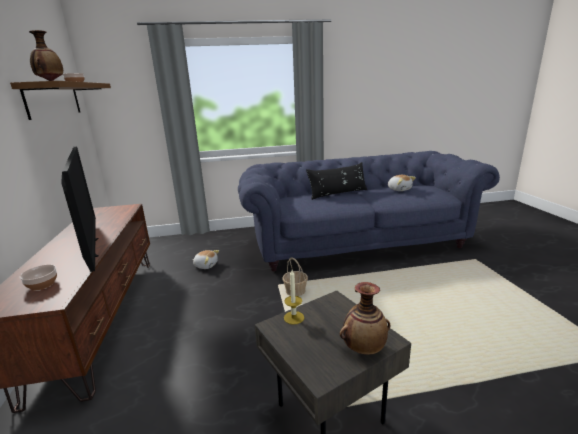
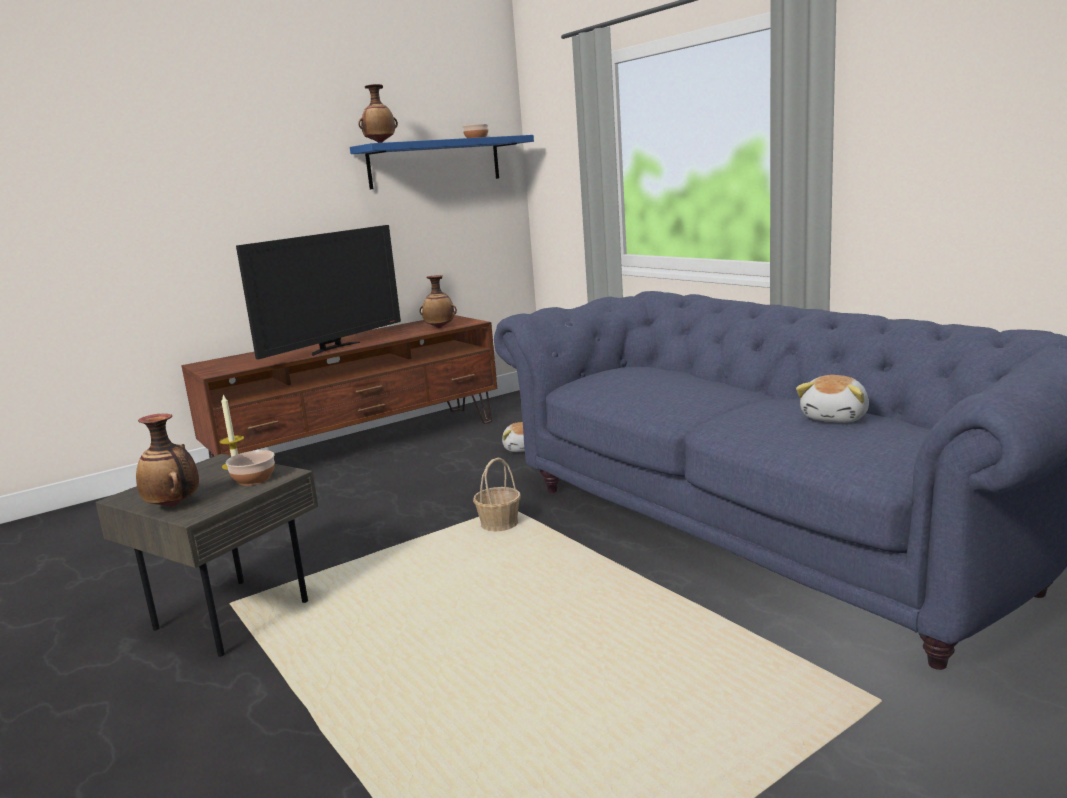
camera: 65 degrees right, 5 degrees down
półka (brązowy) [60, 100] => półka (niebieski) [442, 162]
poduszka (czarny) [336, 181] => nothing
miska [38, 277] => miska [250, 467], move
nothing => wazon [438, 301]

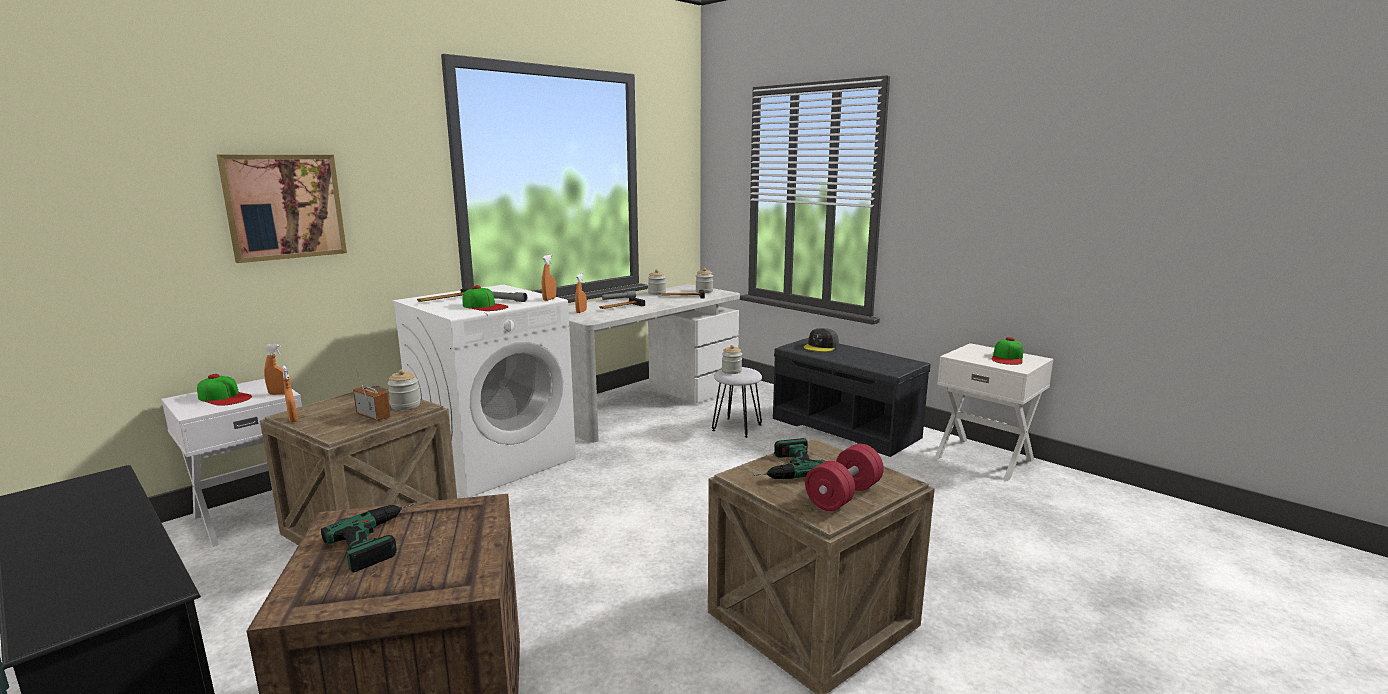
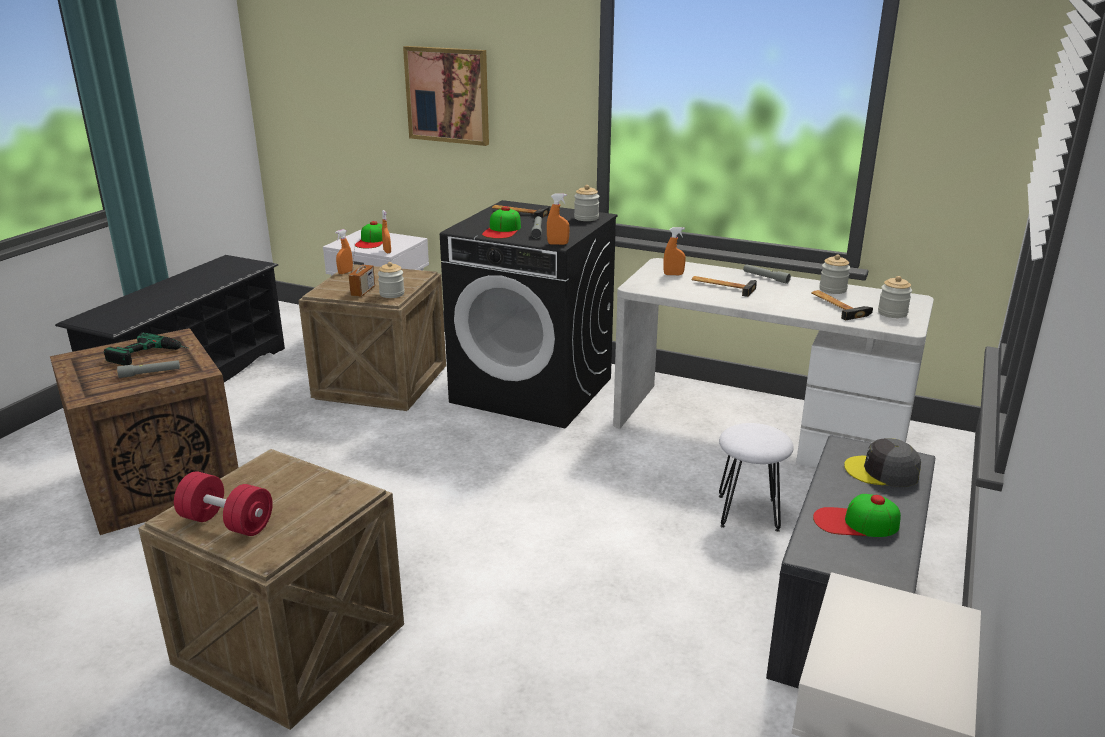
camera: 70 degrees right, 10 degrees up
pralka (biały) [484, 391] => pralka (czarny) [529, 314]
czapka z daszkiem [1007, 351] => czapka z daszkiem [857, 515], move
słoik [732, 359] => słoik [586, 203], move
wiertarka [789, 458] => nothing
nothing => latarka (szary) [148, 369]

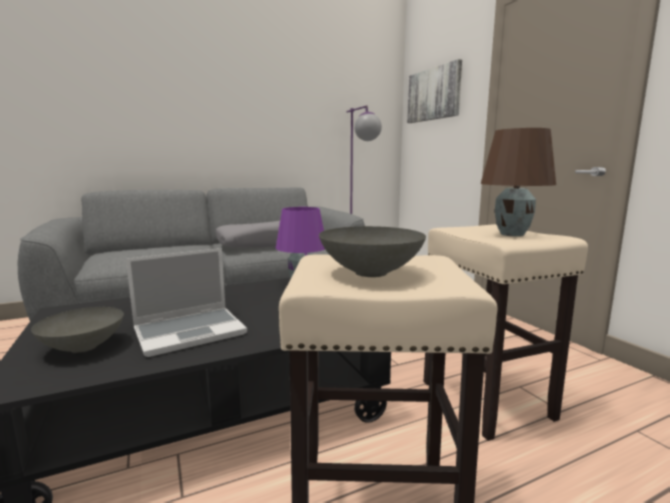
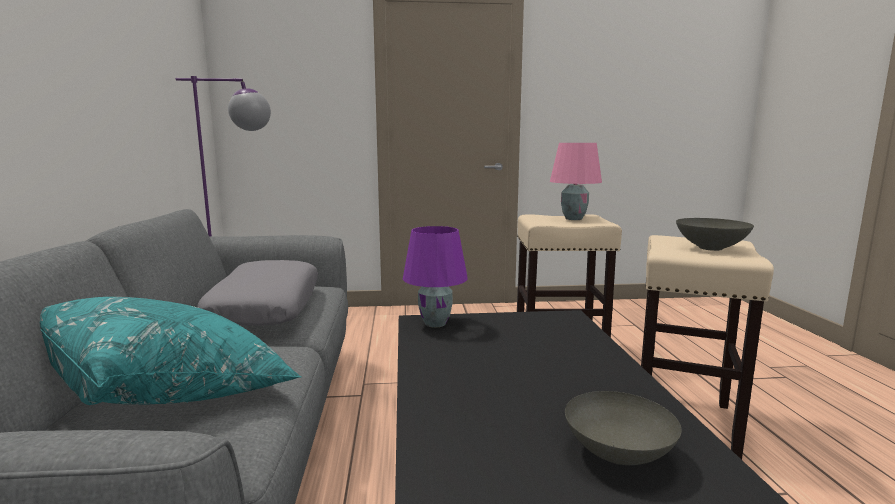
camera: 70 degrees left, 0 degrees up
obraz [434, 91] => nothing
lampa stołowa (brązowy) [518, 182] => lampa stołowa (różowy) [576, 181]
laptop [186, 302] => nothing
nothing => poduszka (turkusowy) [170, 351]

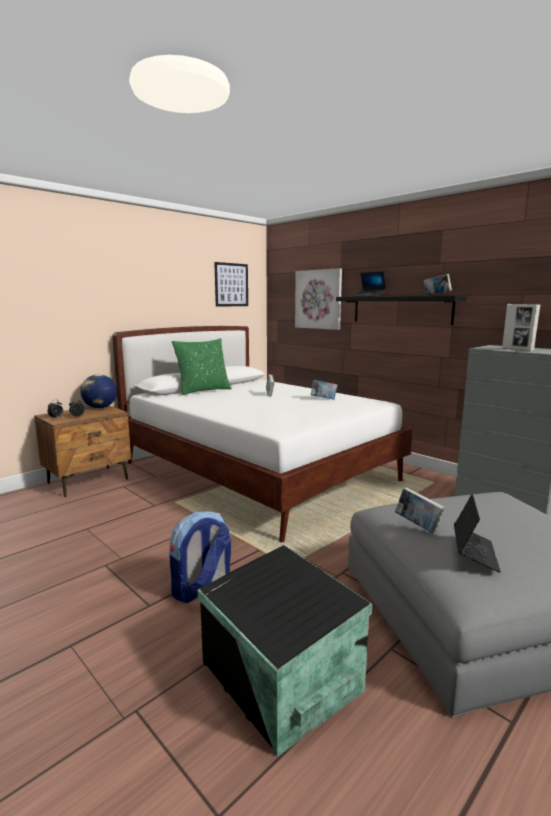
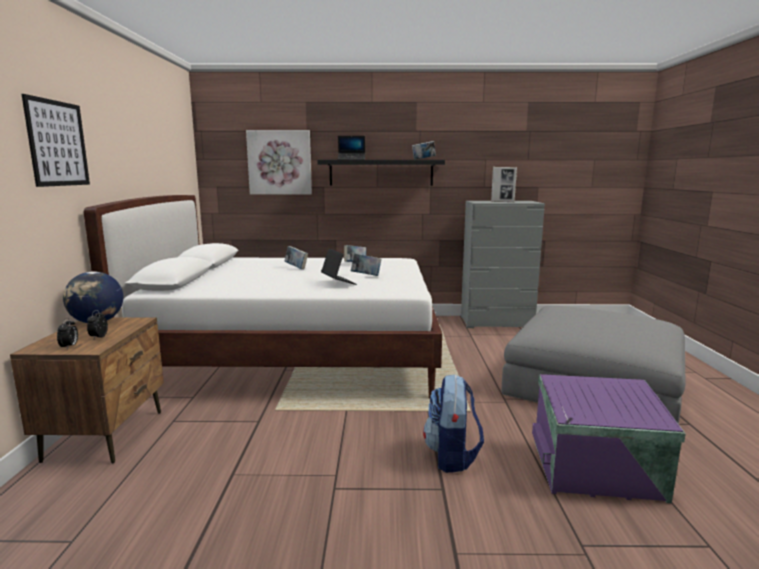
camera: 45 degrees left, 0 degrees up
obraz [231, 284] => obraz [56, 140], move
poduszka (zielony) [202, 366] => nothing
książka [420, 510] => książka [366, 264], move
laptop [477, 533] => laptop [339, 267], move
pojemnik do przechowywania (czarny) [284, 651] => pojemnik do przechowywania (fioletowy) [609, 439]

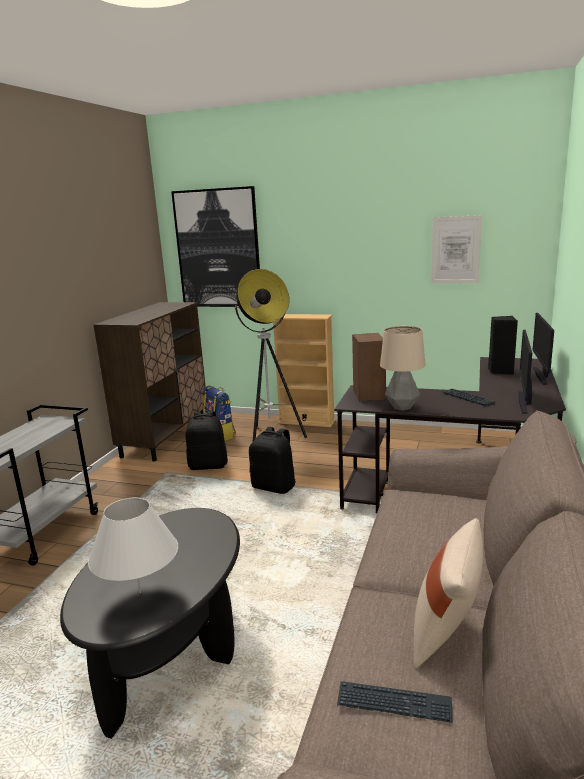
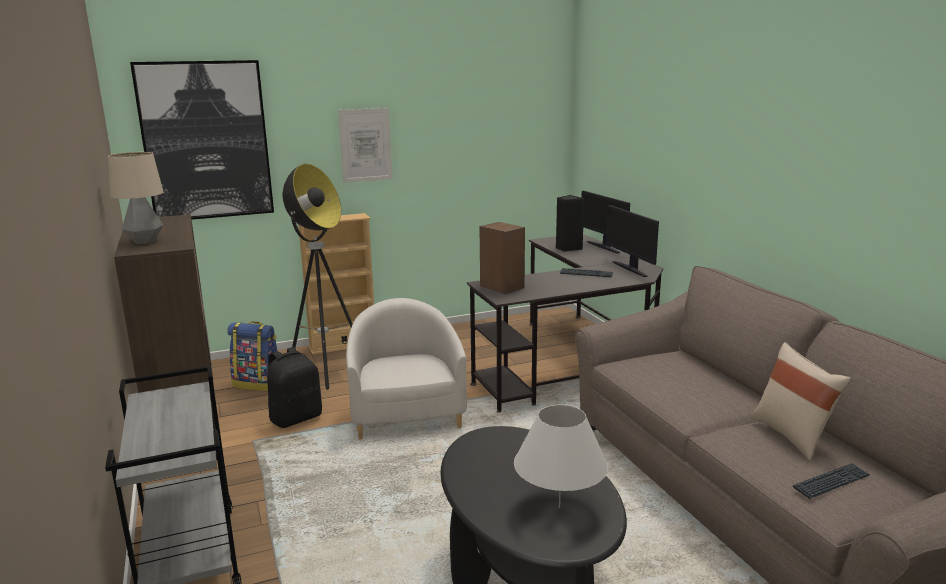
camera: 40 degrees left, 0 degrees up
obraz [456, 249] => obraz [365, 145], move
lampa stołowa [403, 368] => lampa stołowa [135, 198], move
plecak (czarny) [272, 460] => fotel (biały) [406, 368]

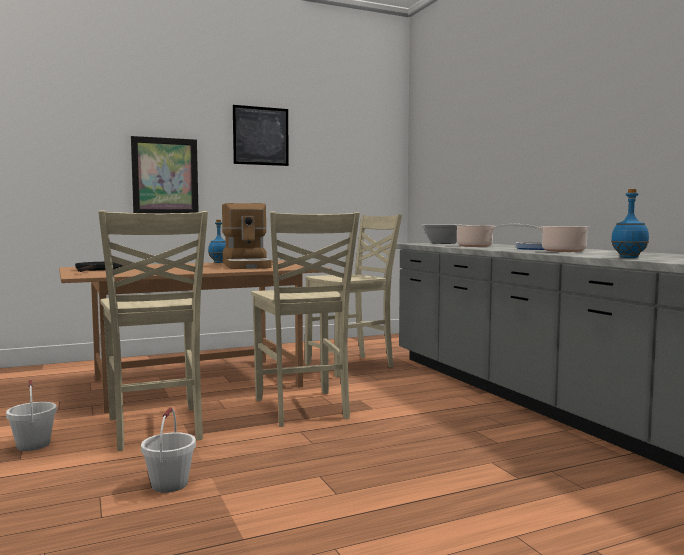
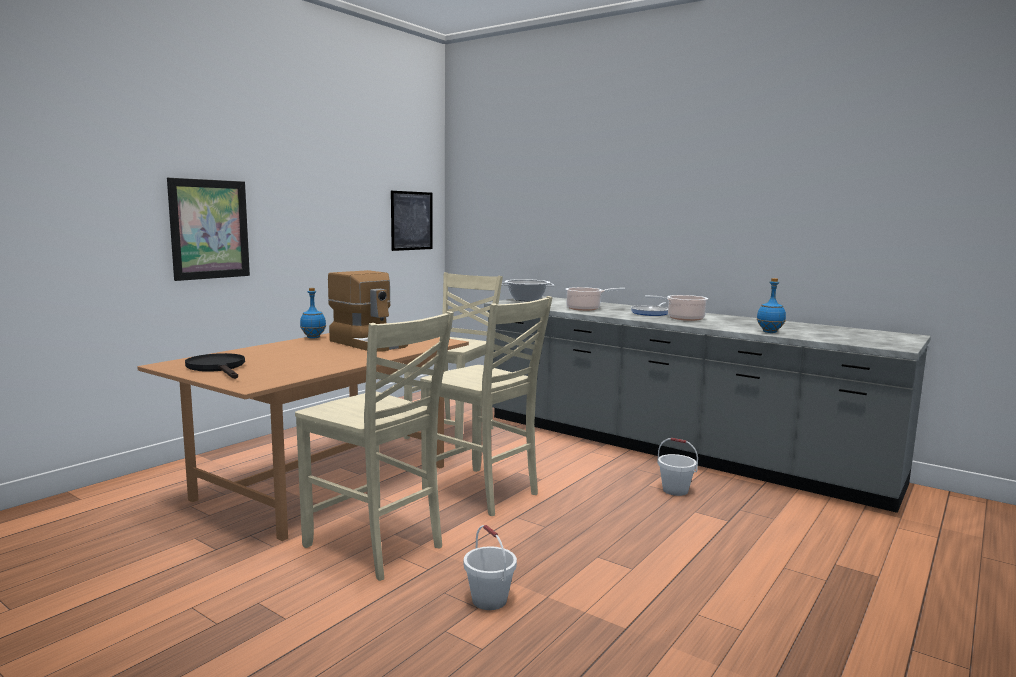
camera: 30 degrees left, 5 degrees up
obraz [261, 135] => obraz [412, 221], move
wiadro (biały) [31, 415] => wiadro (biały) [677, 467], move

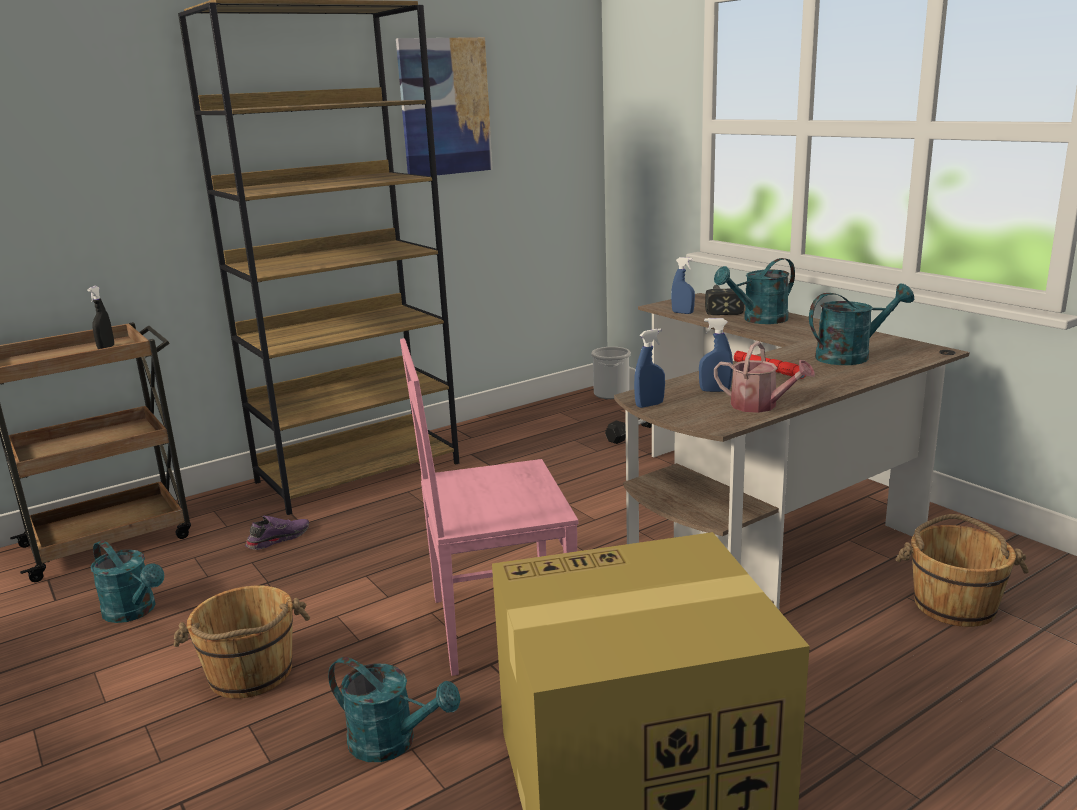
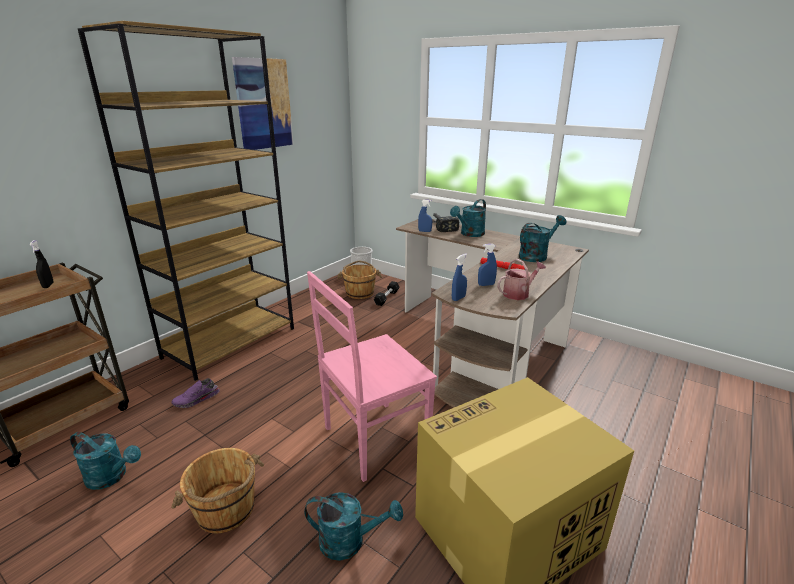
camera: 20 degrees left, 5 degrees up
konewka [764, 377] => konewka [521, 279], 45 degrees counterclockwise
wiadro (brązowy) [962, 570] => wiadro (brązowy) [359, 280], move
but (fioletowy) [277, 533] => but (fioletowy) [195, 393], 150 degrees counterclockwise

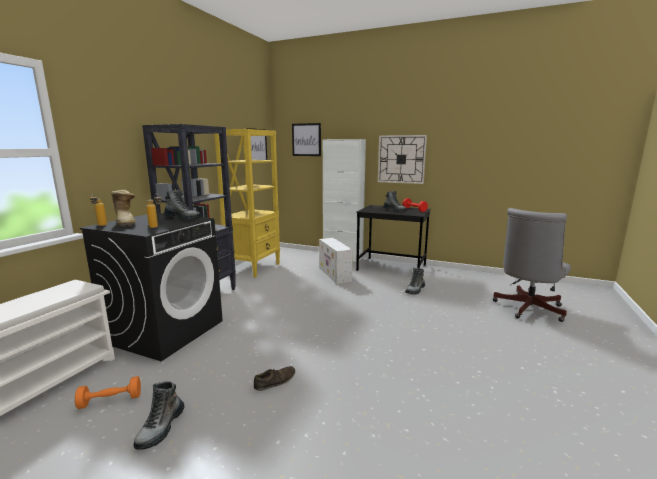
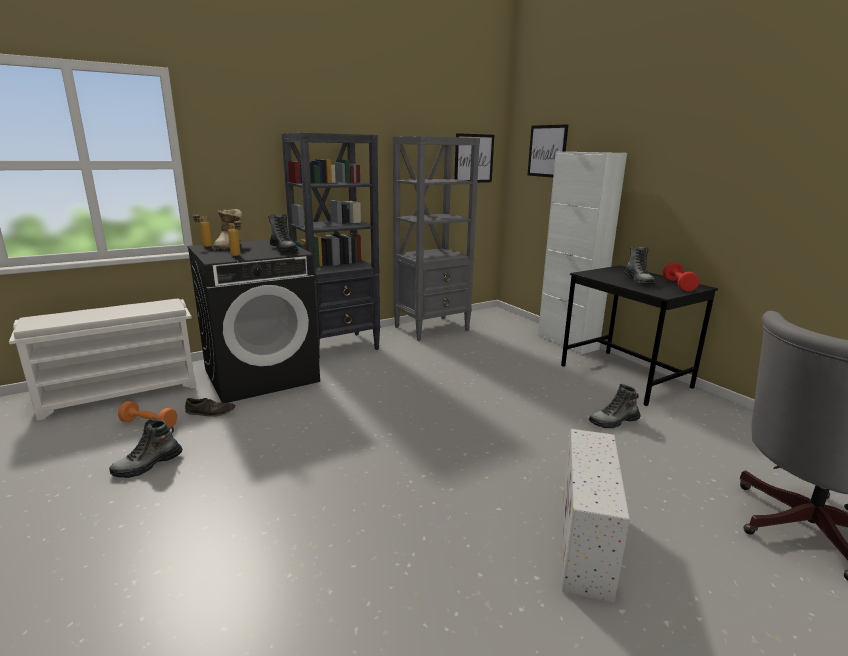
camera: 35 degrees right, 5 degrees up
regał (żółty) [247, 203] => regał (szary) [436, 238]
zegar ścienny [402, 159] => nothing
pojemnik do przechowywania (biały) [336, 261] => pojemnik do przechowywania (biały) [596, 516], move
but (brązowy) [274, 378] => but (brązowy) [210, 407], move

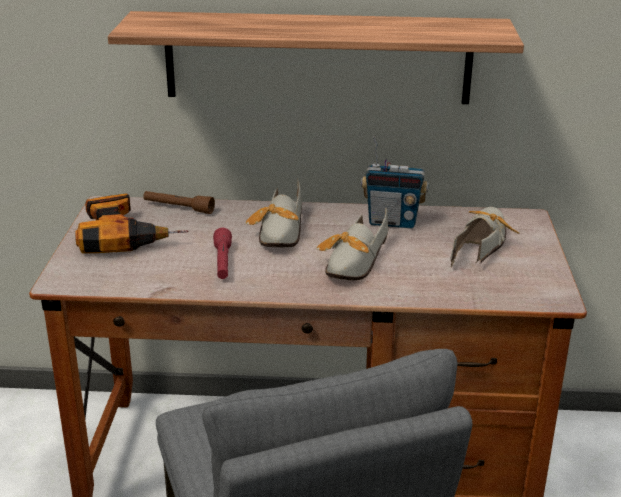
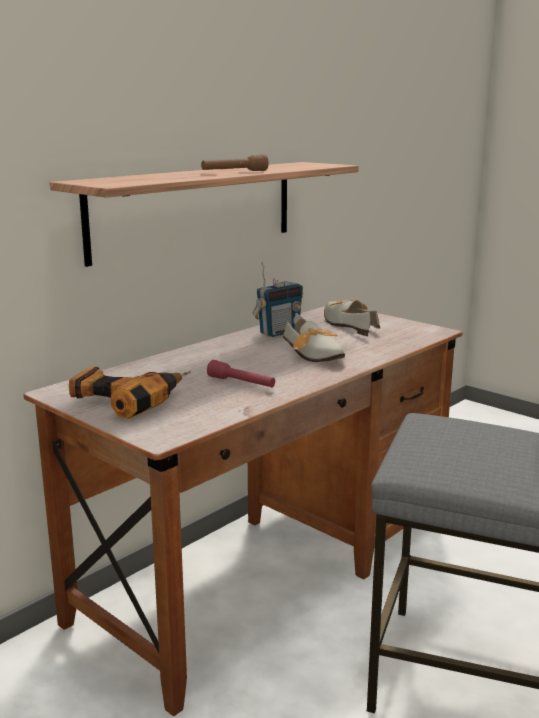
camera: 50 degrees left, 10 degrees down
but [274, 212] => nothing
latarka (brązowy) [179, 202] => latarka (brązowy) [235, 162], move

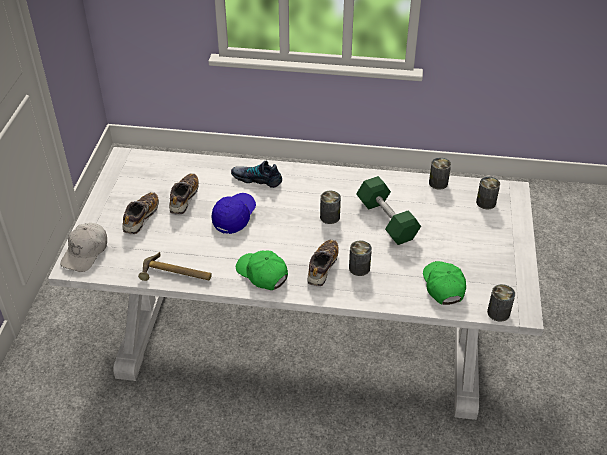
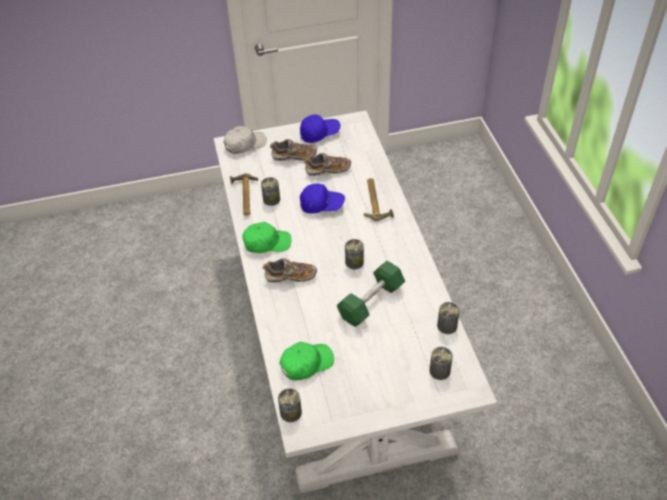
camera: 70 degrees right, 5 degrees up
but [256, 174] => młotek [379, 199]
czapka z daszkiem (biały) [83, 247] => czapka z daszkiem (biały) [245, 140], 150 degrees clockwise
puszka [360, 258] => puszka [270, 191], move
czapka z daszkiem (zielony) [262, 270] => czapka z daszkiem (zielony) [267, 237], 60 degrees clockwise
nothing => czapka z daszkiem (niebieski) [320, 128]

